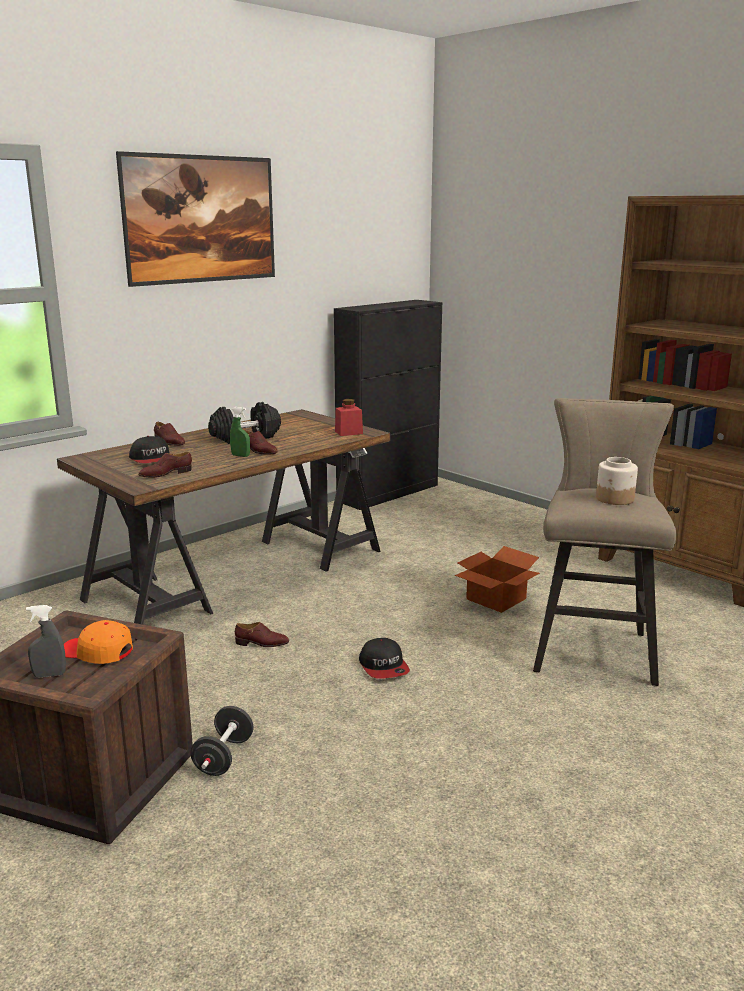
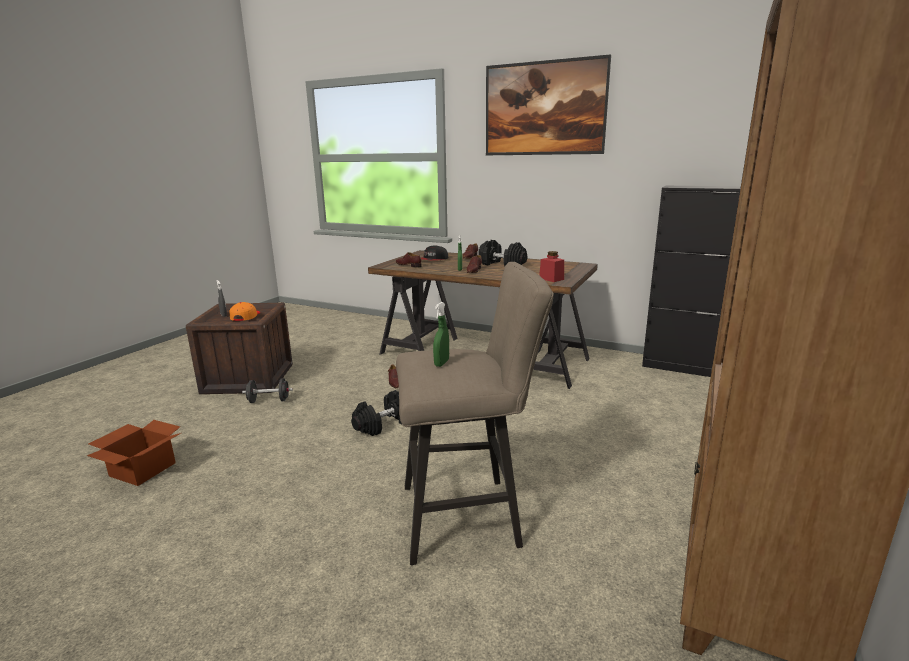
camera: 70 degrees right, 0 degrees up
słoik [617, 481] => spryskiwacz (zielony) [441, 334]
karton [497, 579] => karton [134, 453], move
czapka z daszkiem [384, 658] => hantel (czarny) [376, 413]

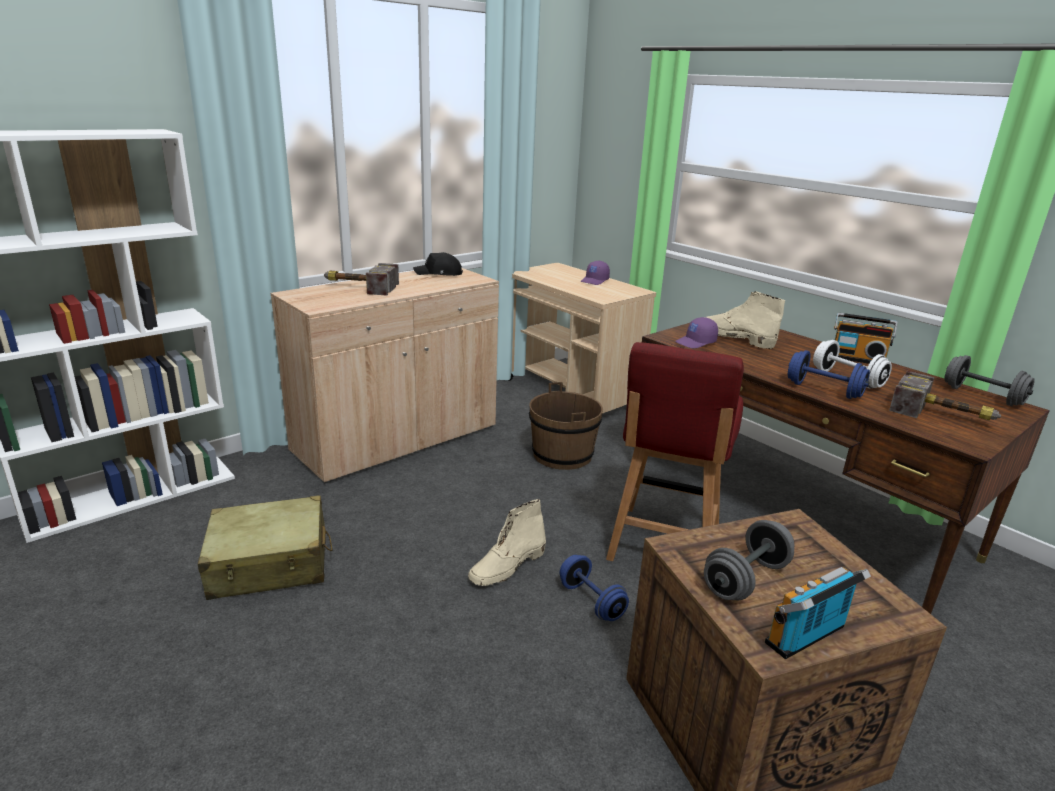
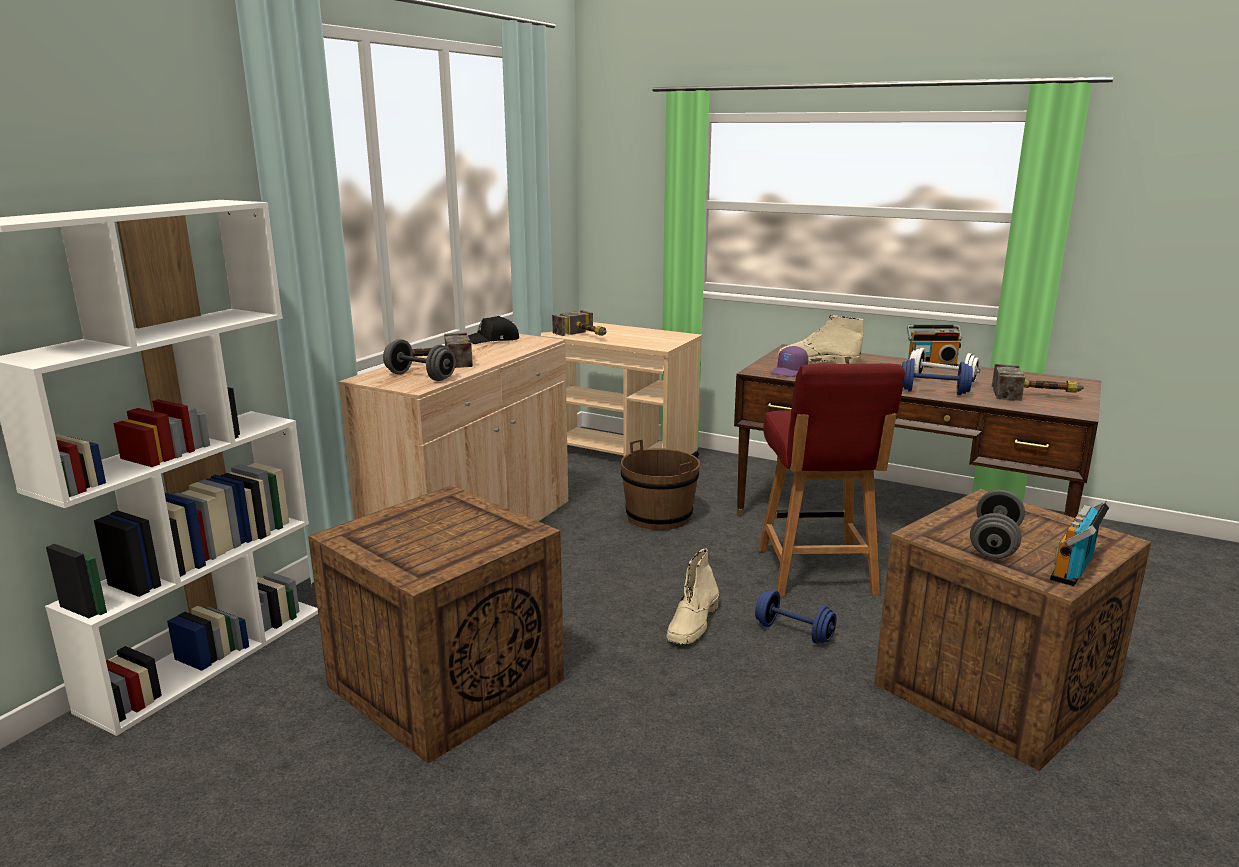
camera: 20 degrees left, 5 degrees down
czapka z daszkiem (fioletowy) [595, 273] => nothing
hantel (szary) [989, 380] => hantel (szary) [419, 360], move
walizka (beżowy) [265, 547] => skrzynka [436, 624]
nothing => młotek [579, 323]

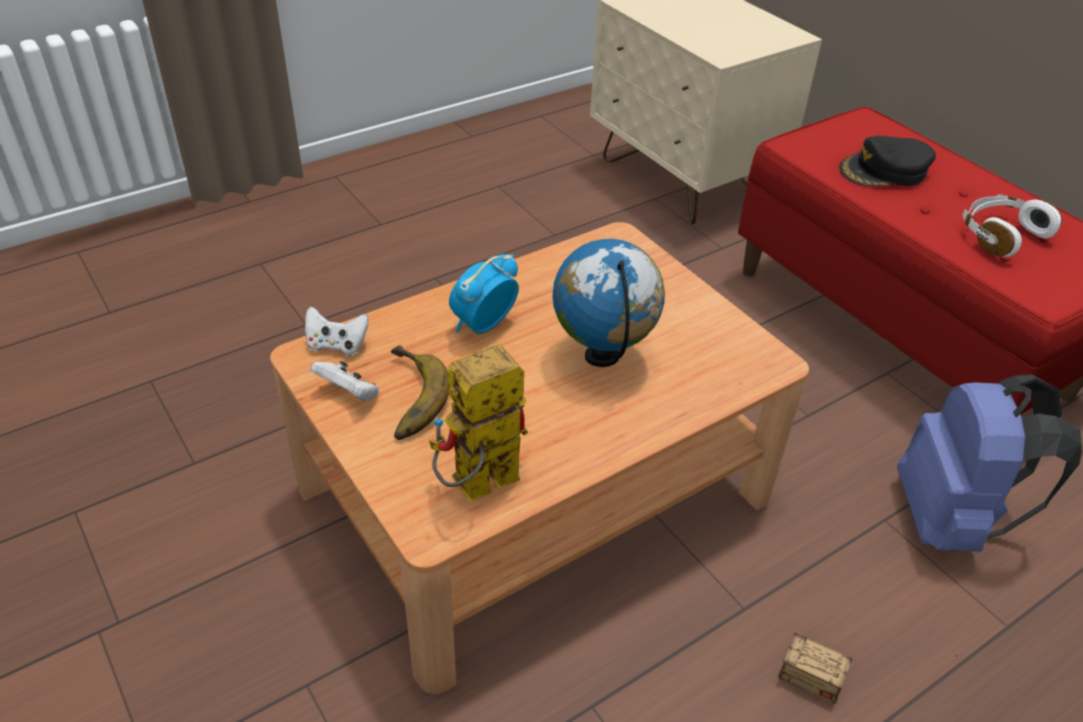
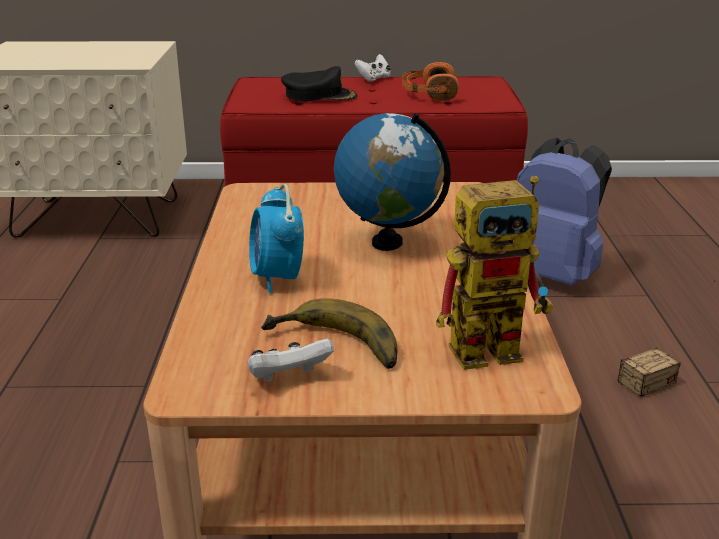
camera: 55 degrees left, 15 degrees down
czapka z daszkiem (czarny) [887, 161] => czapka z daszkiem (czarny) [319, 83], 105 degrees counterclockwise
słuchawki (biały) [1012, 225] => słuchawki (pomarańczowy) [430, 81]
pad do gier (biały) [337, 331] => pad do gier (biały) [372, 68], move
robot zabawkowy [478, 422] => robot zabawkowy [494, 272], 105 degrees counterclockwise

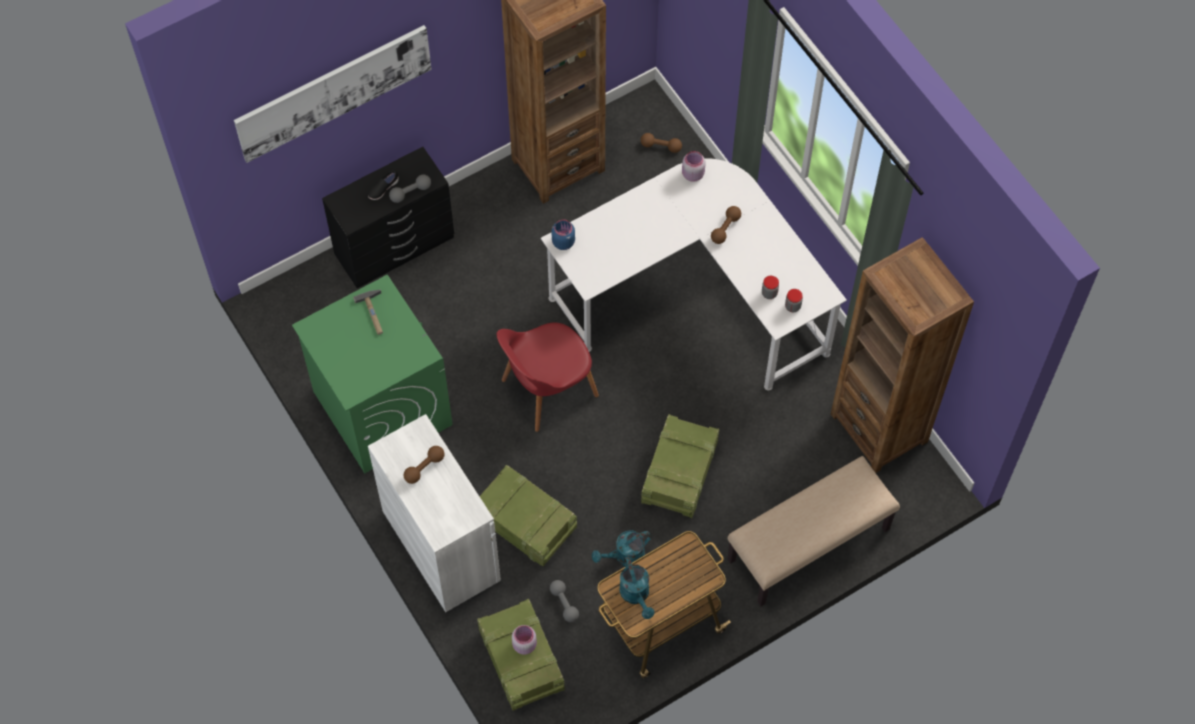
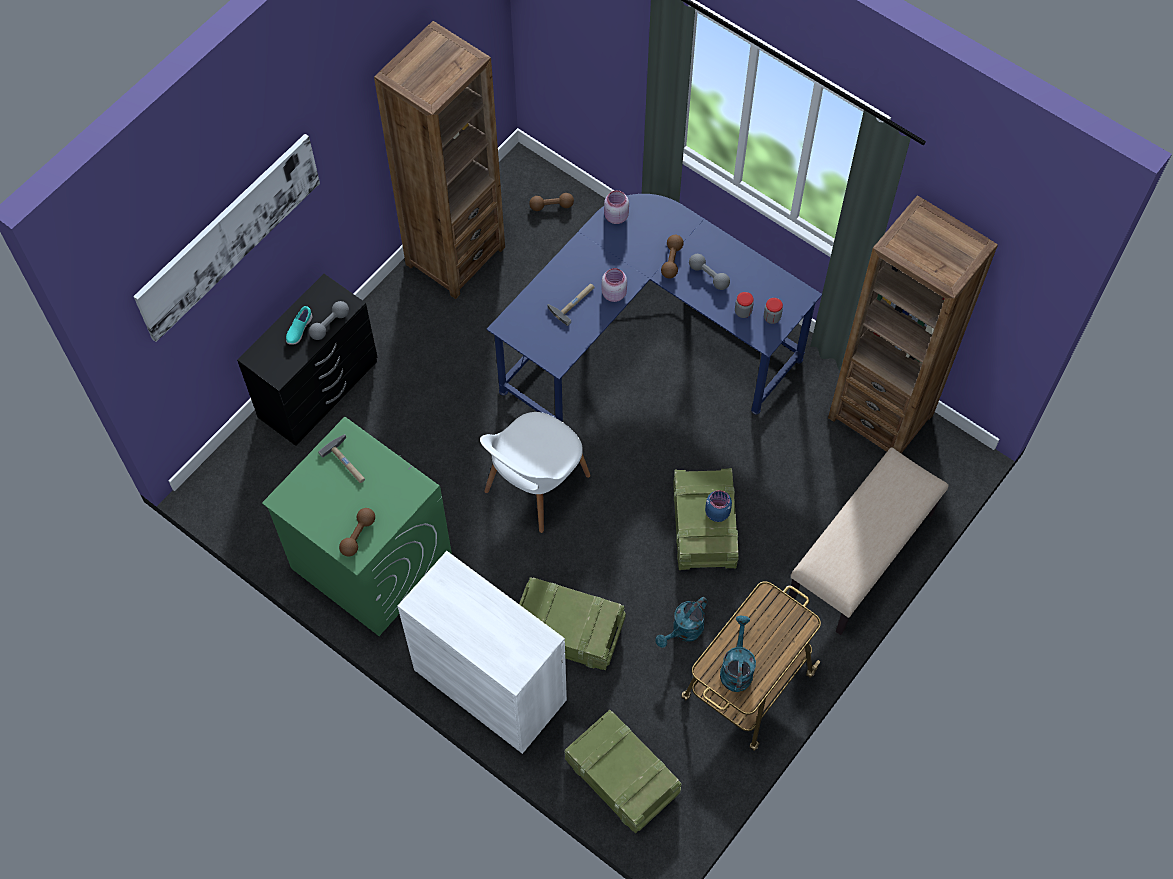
camera: 20 degrees left, 0 degrees up
biurko (biały) [694, 274] => biurko (niebieski) [654, 308]
but (czarny) [383, 185] => but (turkusowy) [299, 325]
słoik (niebieski) [563, 234] => słoik (niebieski) [718, 506], move
krzesło (czerwony) [548, 377] => krzesło (biały) [535, 472]
hantel (brązowy) [424, 465] => hantel (brązowy) [357, 532], move
konewka (turkusowy) [637, 588] => konewka (turkusowy) [738, 654], 135 degrees counterclockwise
hantel (szary) [564, 601] => hantel (szary) [709, 272], move
słoik (różowy) [524, 640] => słoik (różowy) [614, 285], move
nothing => młotek [571, 305]

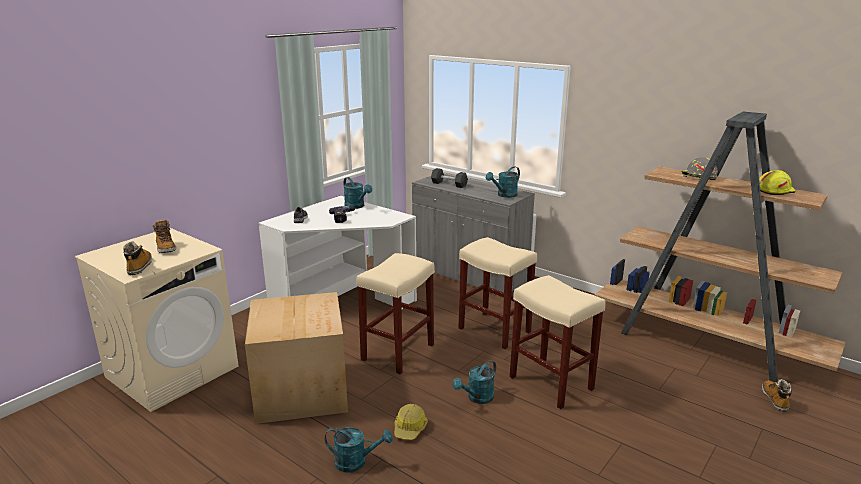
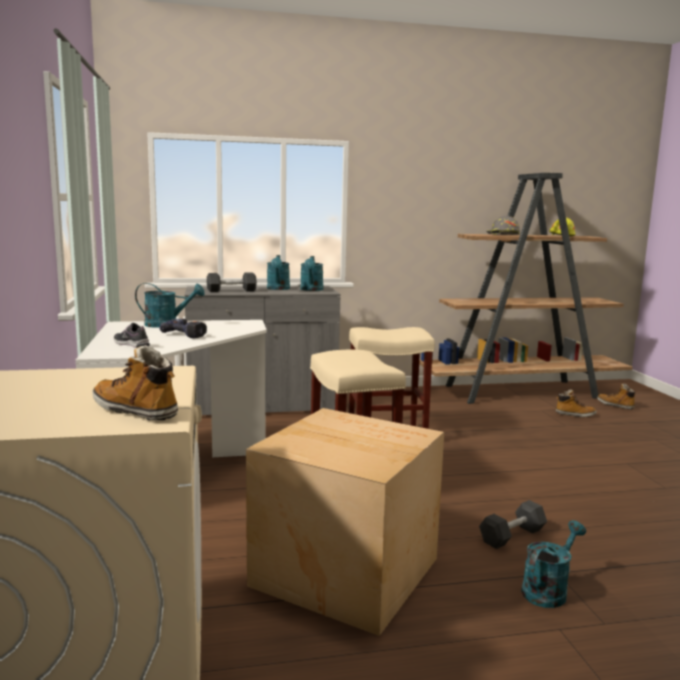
camera: 50 degrees left, 10 degrees down
but z cholewką [164, 236] => but z cholewką [576, 403], move
stołek (beżowy) [558, 342] => nothing
konewka (turkusowy) [474, 382] => konewka (turkusowy) [278, 272], move
kask [411, 422] => hantel (czarny) [513, 524]

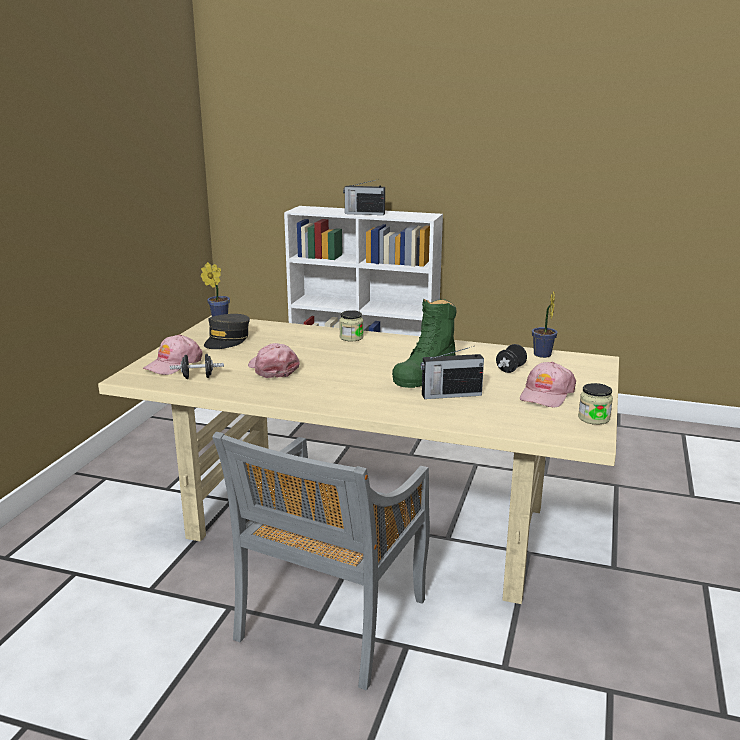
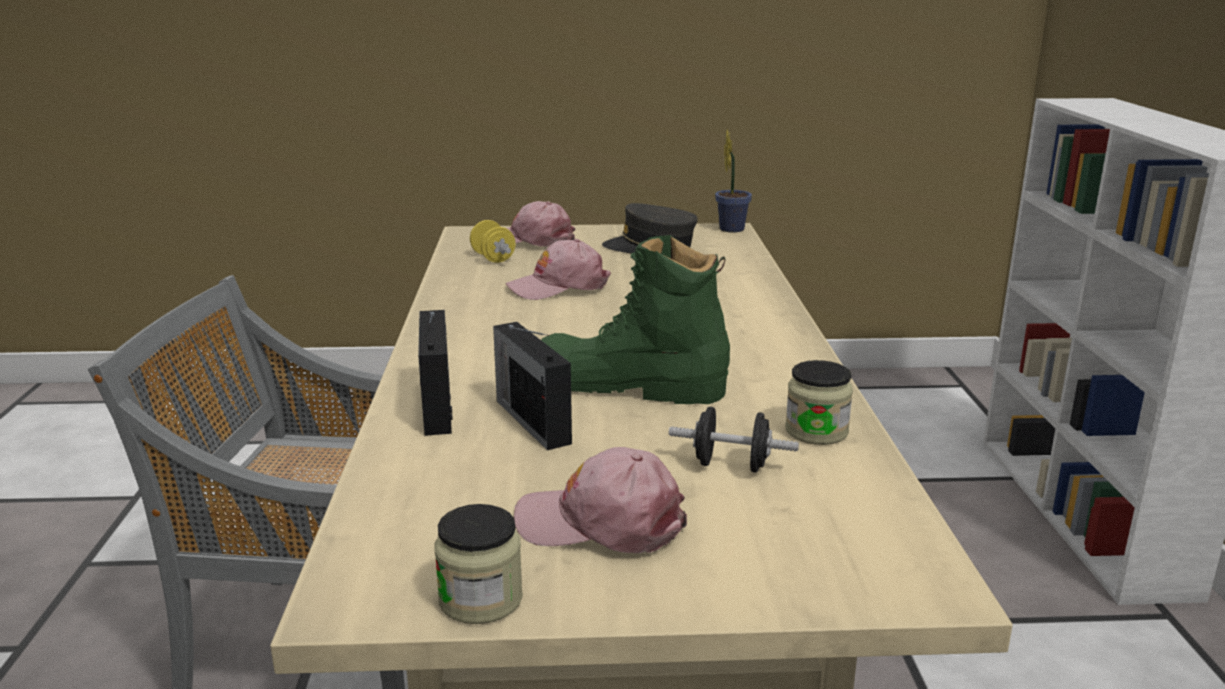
camera: 70 degrees right, 0 degrees up
radio [364, 197] => radio [435, 373], move
roślina doniczkowa [545, 324] => nothing
słoik [351, 326] => słoik [819, 402], move
czapka z daszkiem (różowy) [274, 360] => czapka z daszkiem (różowy) [558, 269], 150 degrees counterclockwise
hantel (czarny) [197, 366] => hantel (żółty) [493, 241]

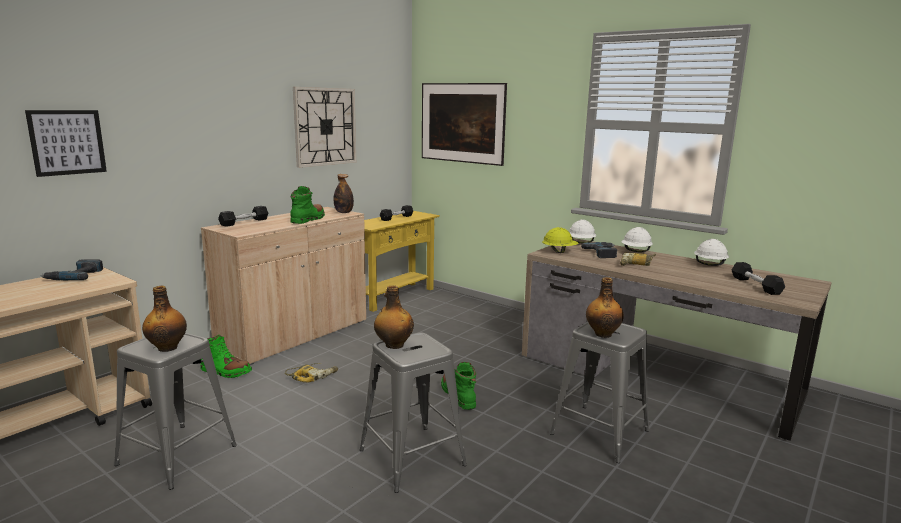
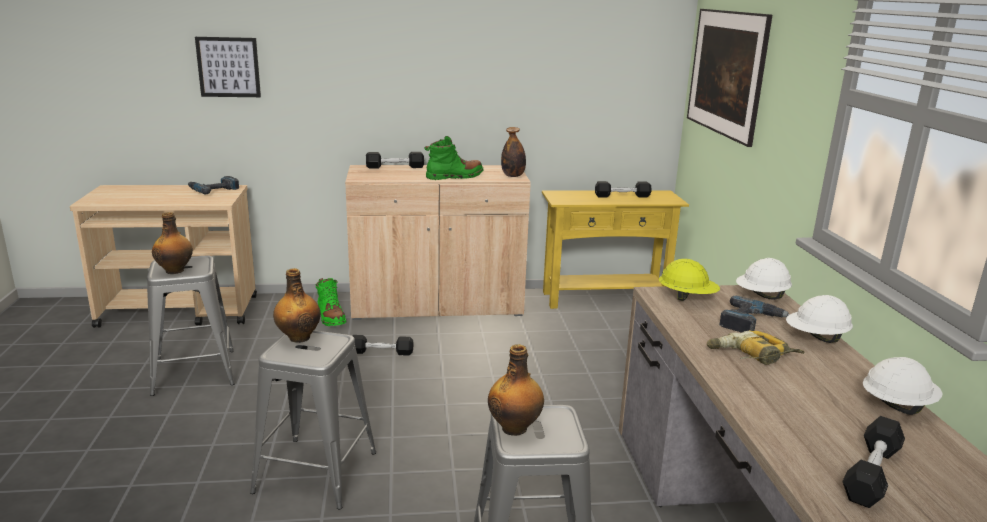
camera: 45 degrees right, 5 degrees up
zegar ścienny [324, 127] => nothing
but z cholewką (zielony) [458, 386] => nothing
wiertarka [311, 373] => hantel (czarny) [383, 345]

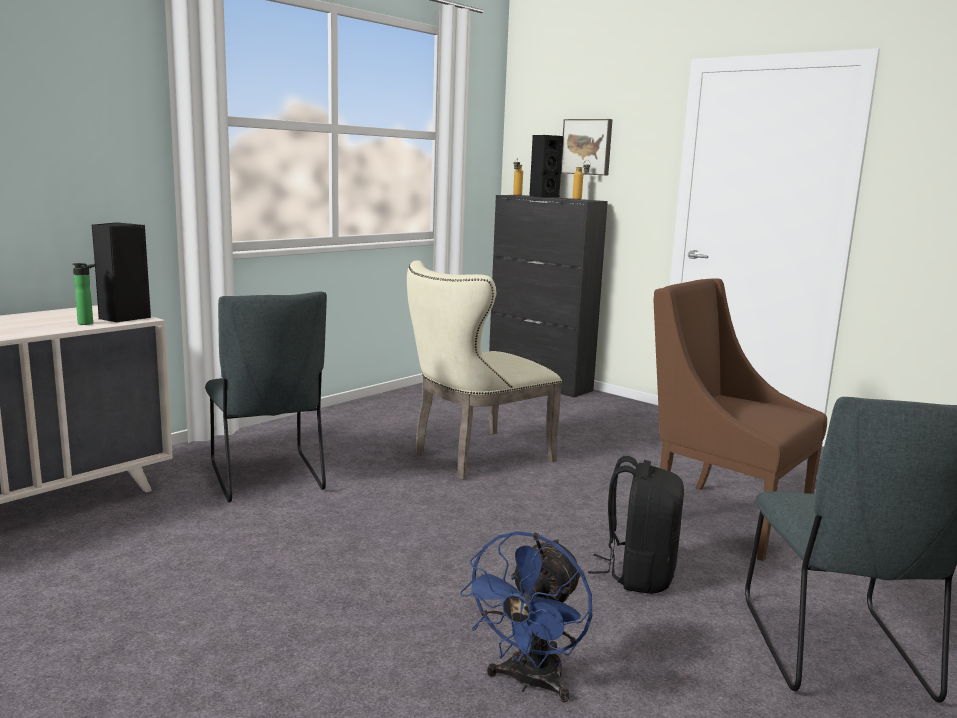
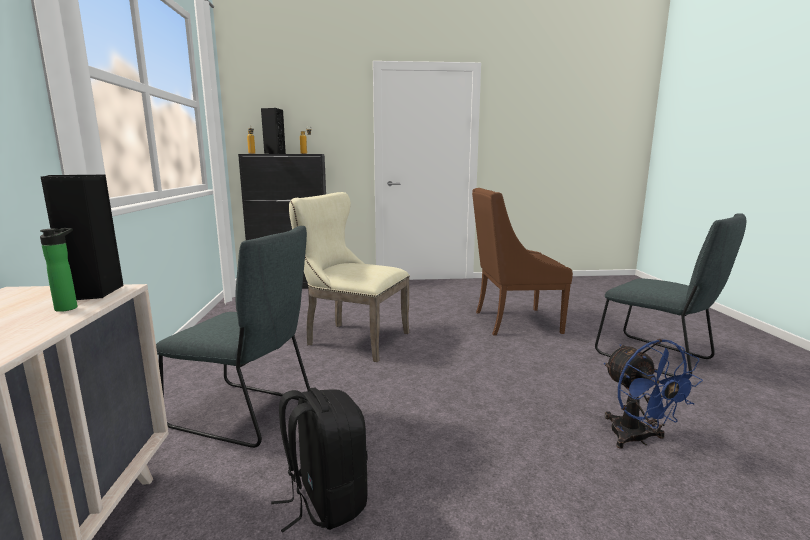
camera: 45 degrees left, 0 degrees up
obraz [587, 147] => nothing
krzesło (beżowy) [484, 370] => krzesło (beżowy) [349, 277], 105 degrees clockwise
plecak (czarny) [636, 525] => plecak (czarny) [319, 460], move

